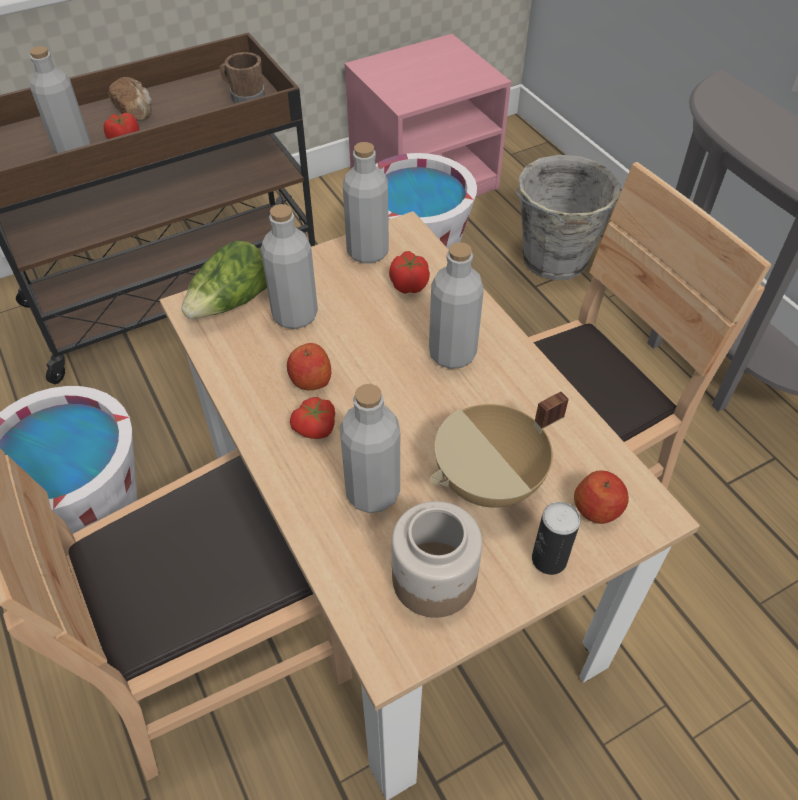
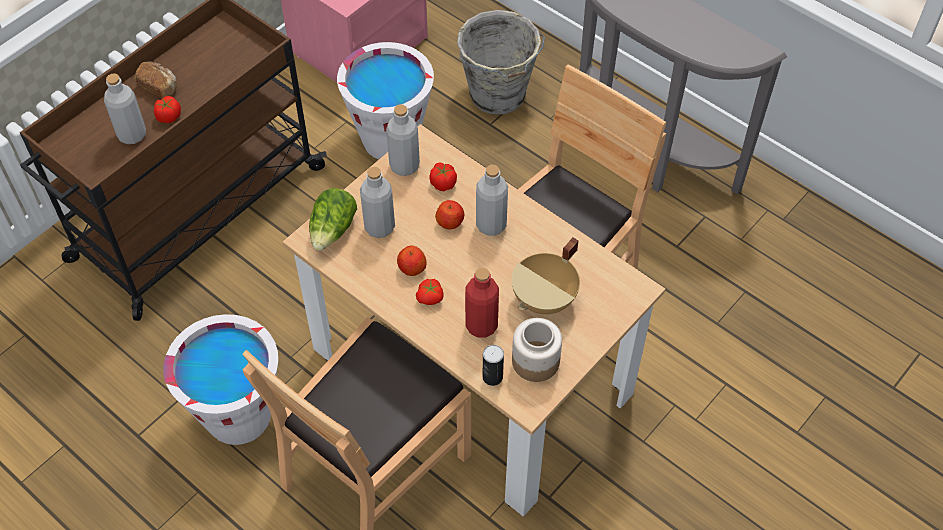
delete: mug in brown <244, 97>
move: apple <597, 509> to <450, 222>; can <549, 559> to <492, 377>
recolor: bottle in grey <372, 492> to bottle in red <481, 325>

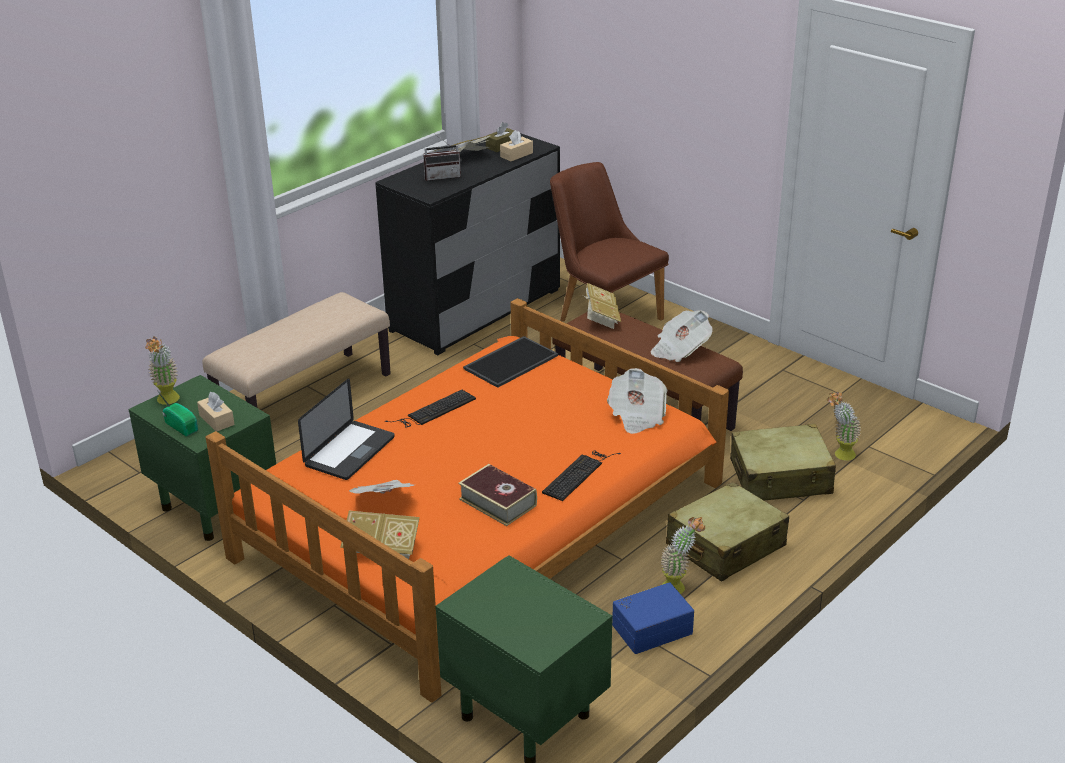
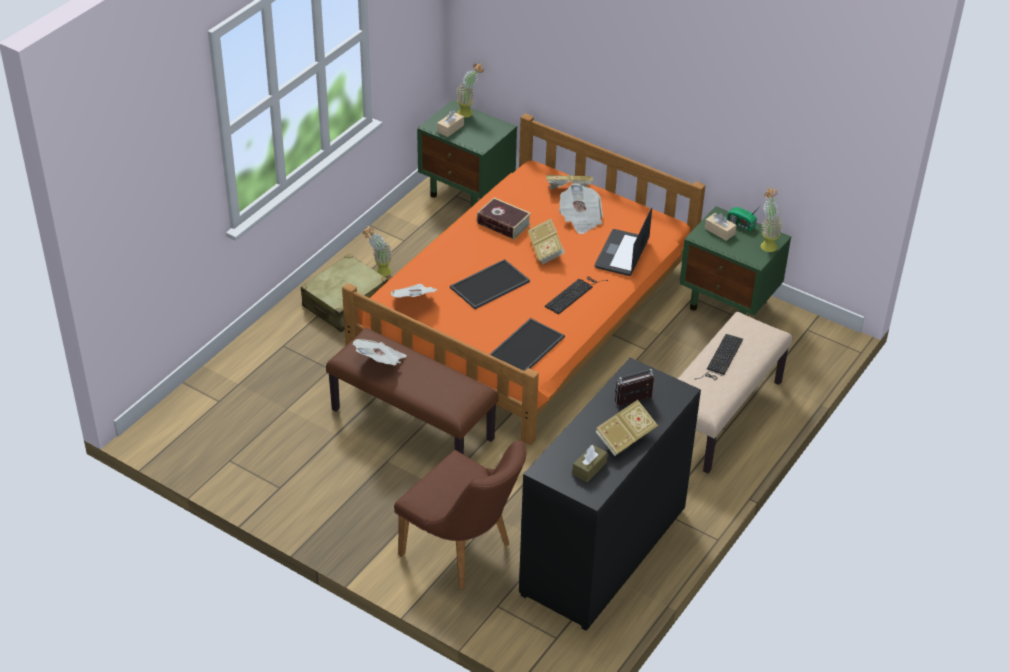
delete: suitcase in beige <781, 477>; storage box in blue <651, 628>
insert: tray <490, 285>
move: tissue box in beige <516, 155> to <450, 128>; book <601, 317> to <546, 250>; potted plant <839, 455> to <469, 112>; keyboard <579, 474> to <721, 359>

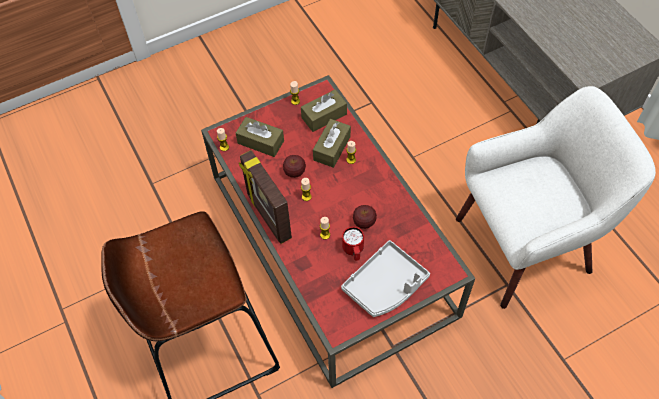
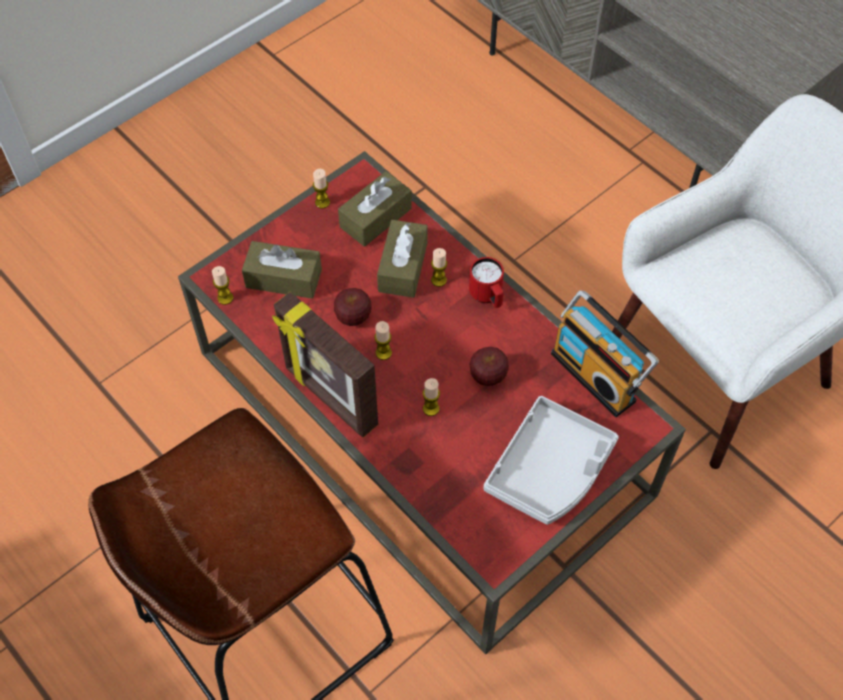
insert: radio <596, 375>
move: mug in red <353, 251> to <487, 297>

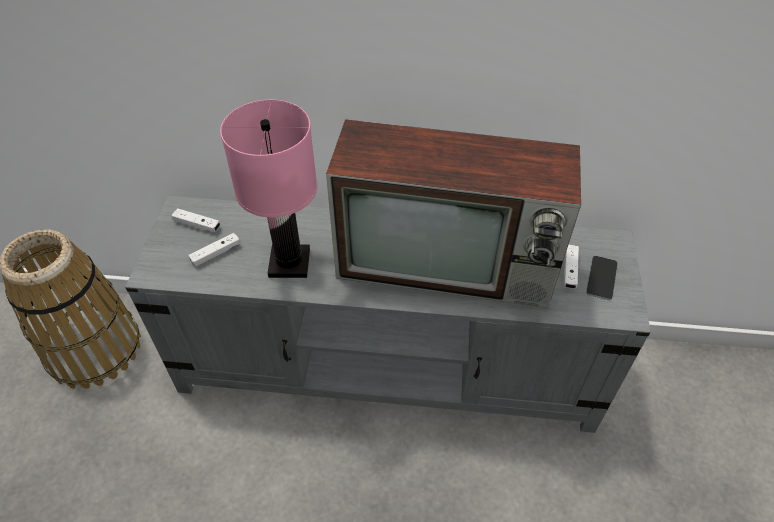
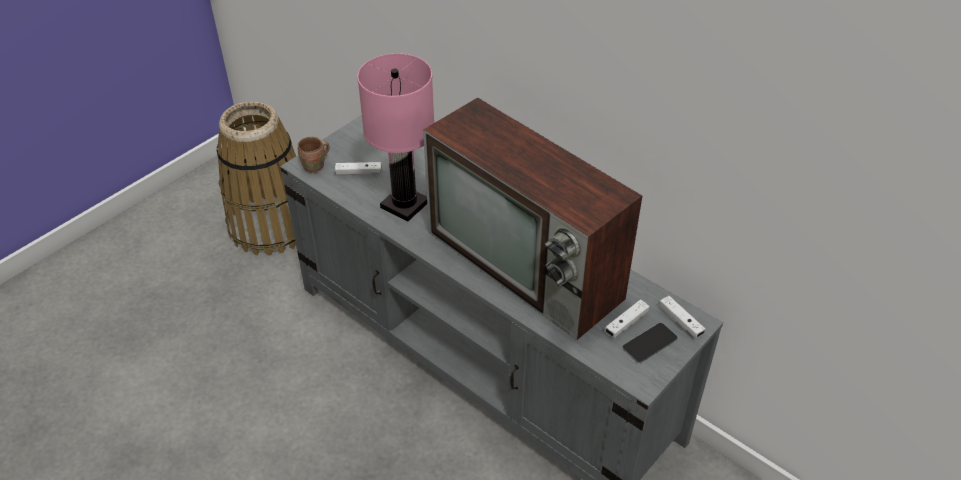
insert: mug in brown <315, 167>
move: game controller in white <197, 225> to <680, 321>

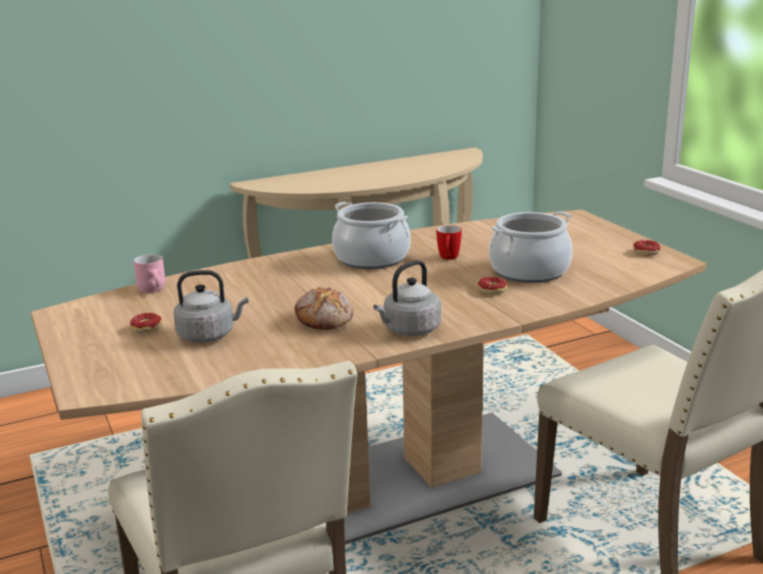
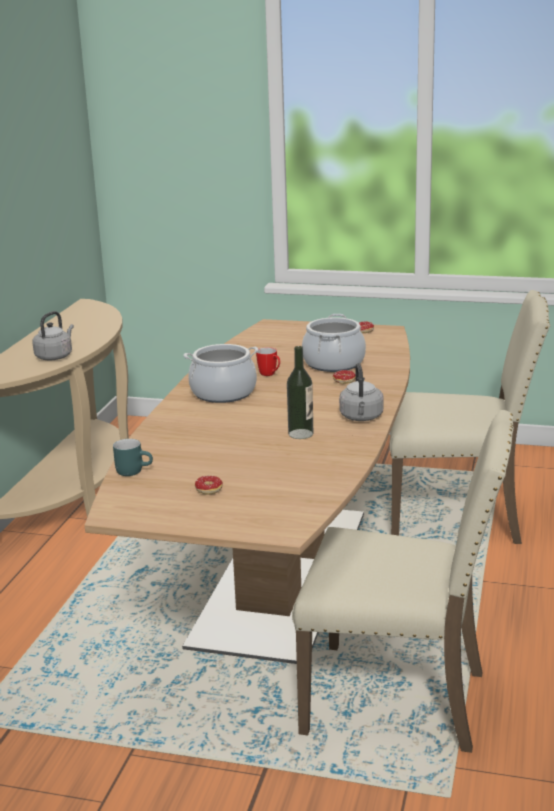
move: kettle in grey <209, 335> to <55, 356>
replace: bread <325, 319> to bottle <300, 434>
recolor: mug in pink <155, 289> to mug in turquoise <134, 470>

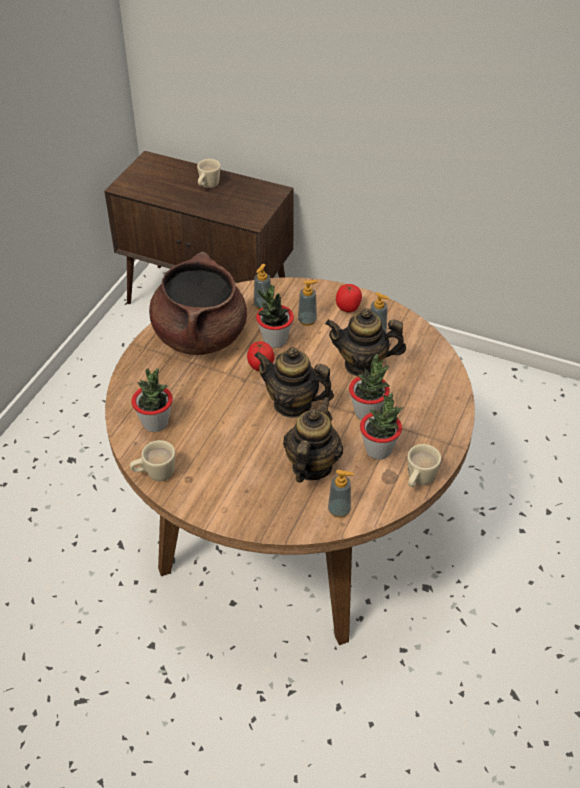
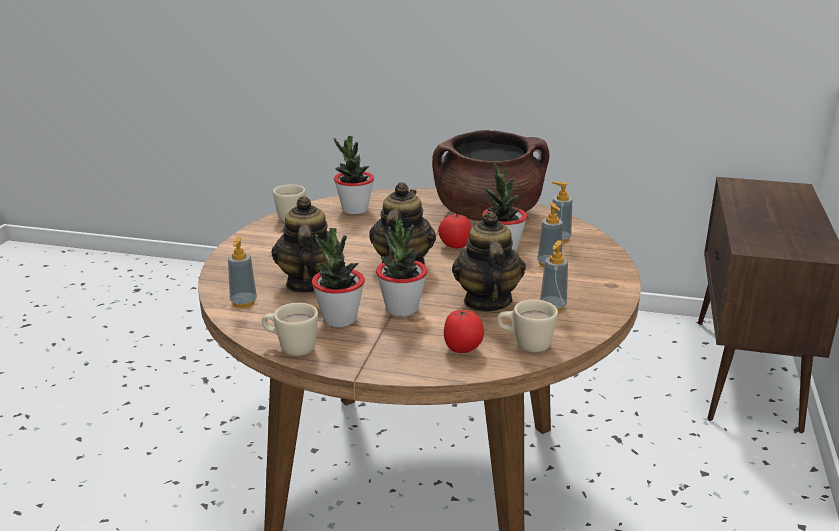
move: mug in beige <207, 186> to <525, 344>; tomato <348, 308> to <463, 349>
rotate: teapot <311, 466> = <308, 283> 105 degrees counterclockwise

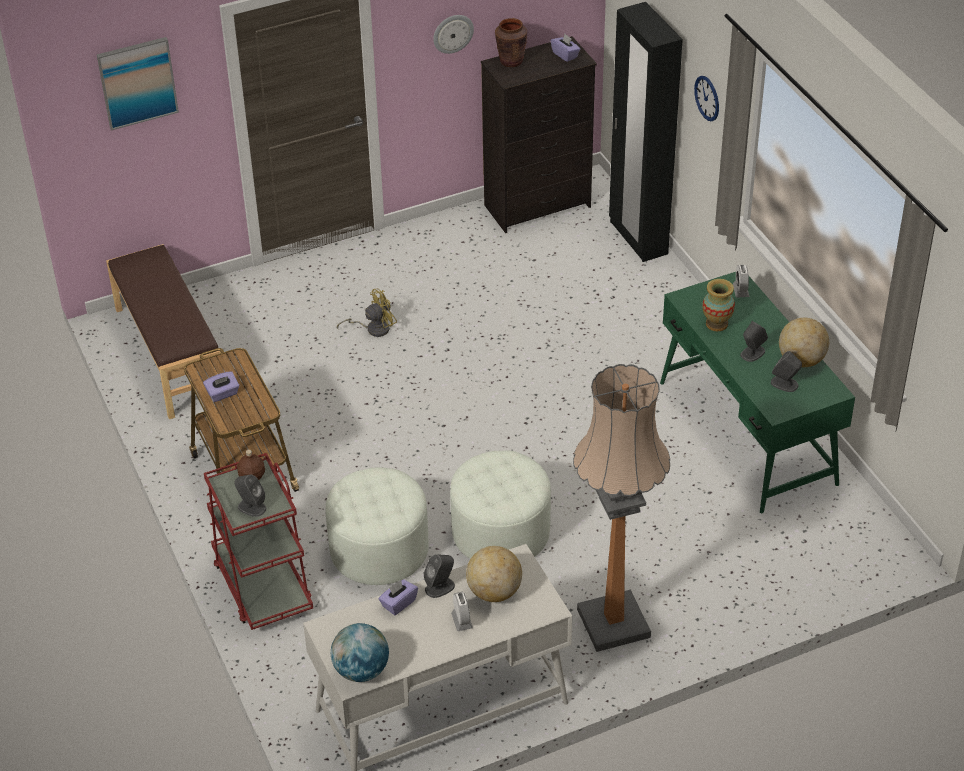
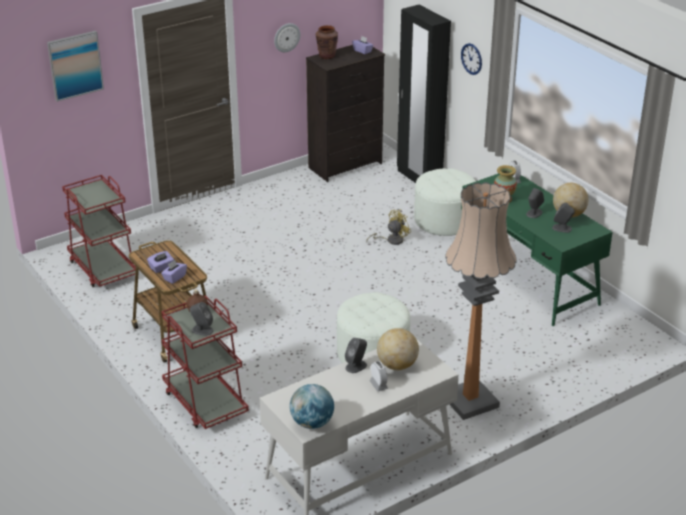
move: fan in yellow <373, 328> to <391, 240>; ottoman in white <379, 549> to <444, 220>; tissue box in purple <398, 603> to <174, 278>
replace: bench in brown <169, 354> to cart in red <103, 269>

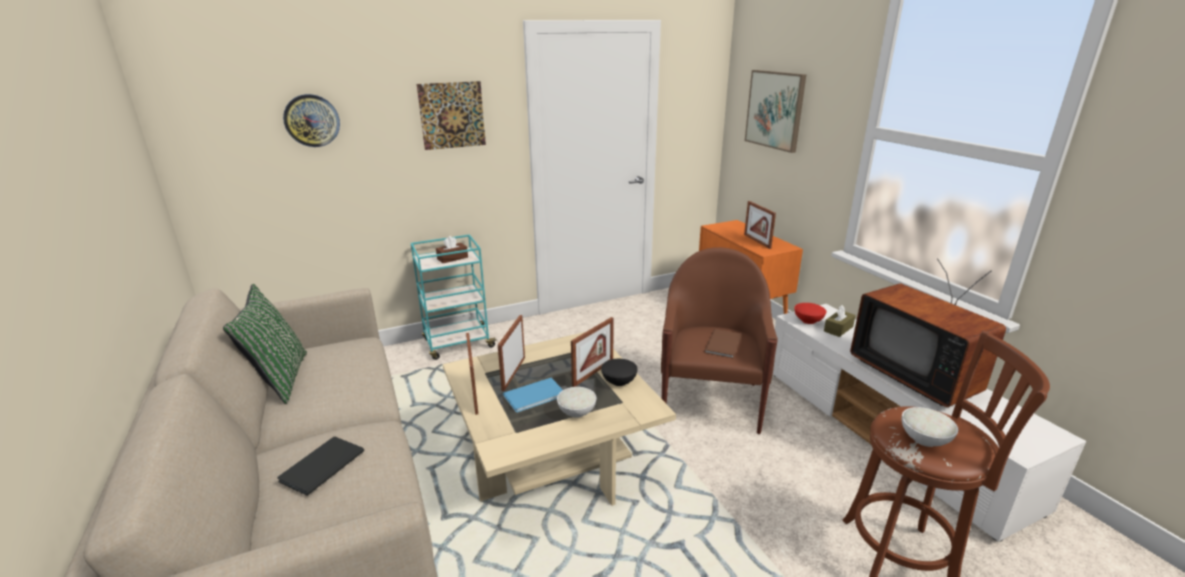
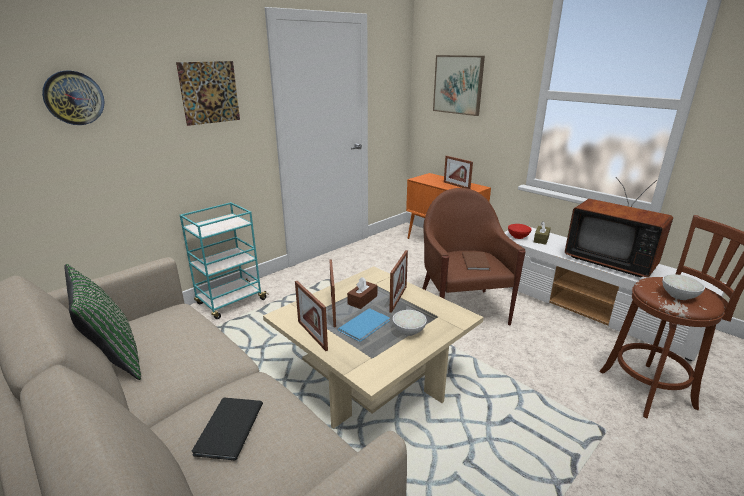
delete: bowl in black <619, 381>
move: tissue box in brown <452, 258> to <362, 300>

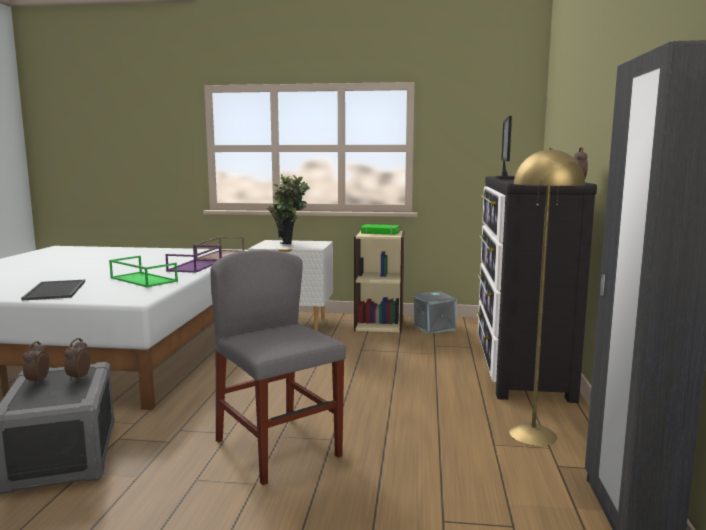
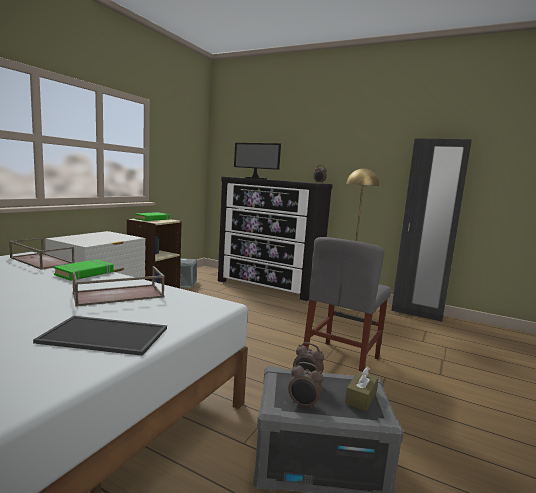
delete: potted plant <288, 246>
insert: tissue box in brown <361, 397>
replace: tray in purple <195, 266> to book in green <85, 273>
recolor: tray in green <142, 279> to tray in brown <118, 295>
rotate: chair in grey <278, 448> = <341, 362> 45 degrees counterclockwise

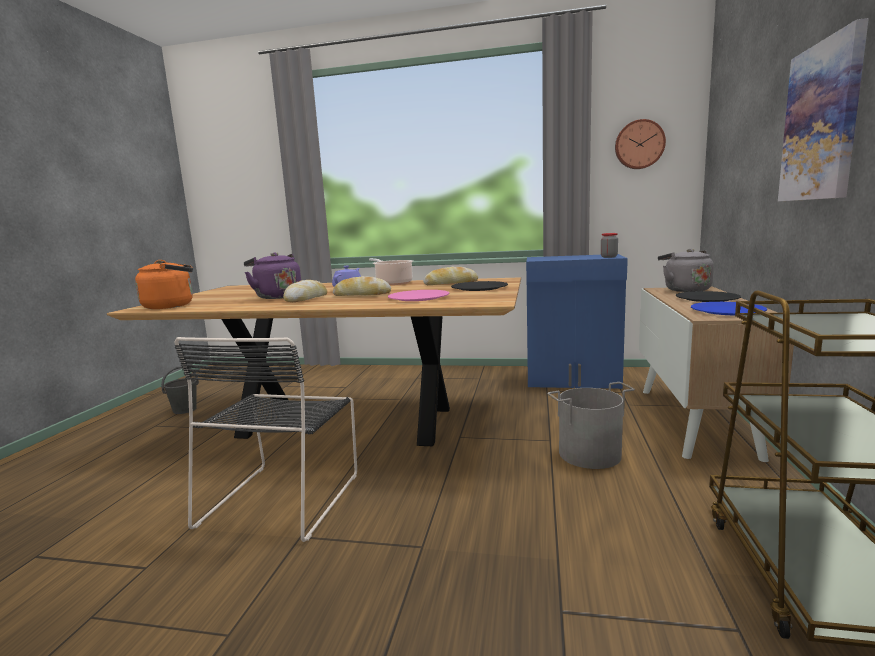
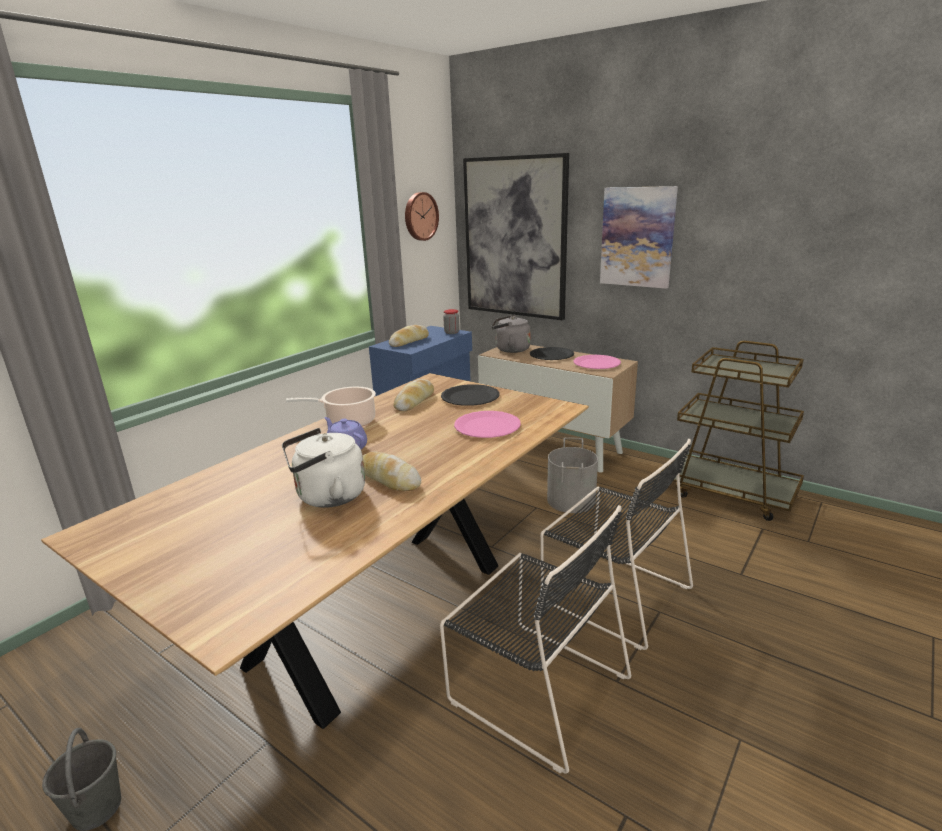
delete: kettle in orange <172, 306>
insert: picture <515, 238>; chair in black <612, 593>
move: bread <362, 295> to <409, 341>
recolor: kettle in purple <277, 296> to kettle in white <327, 497>; plate in blue <727, 310> to plate in pink <596, 363>

